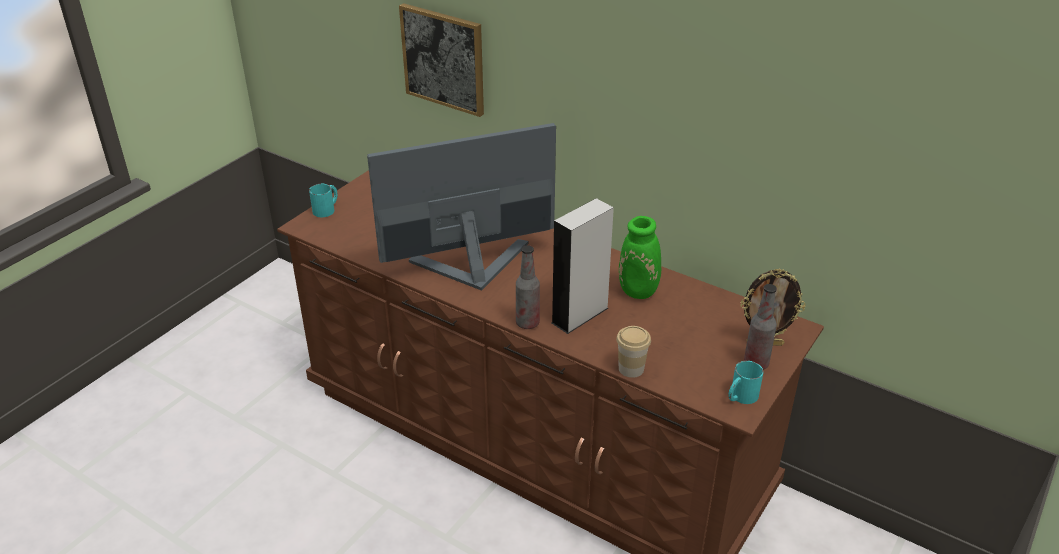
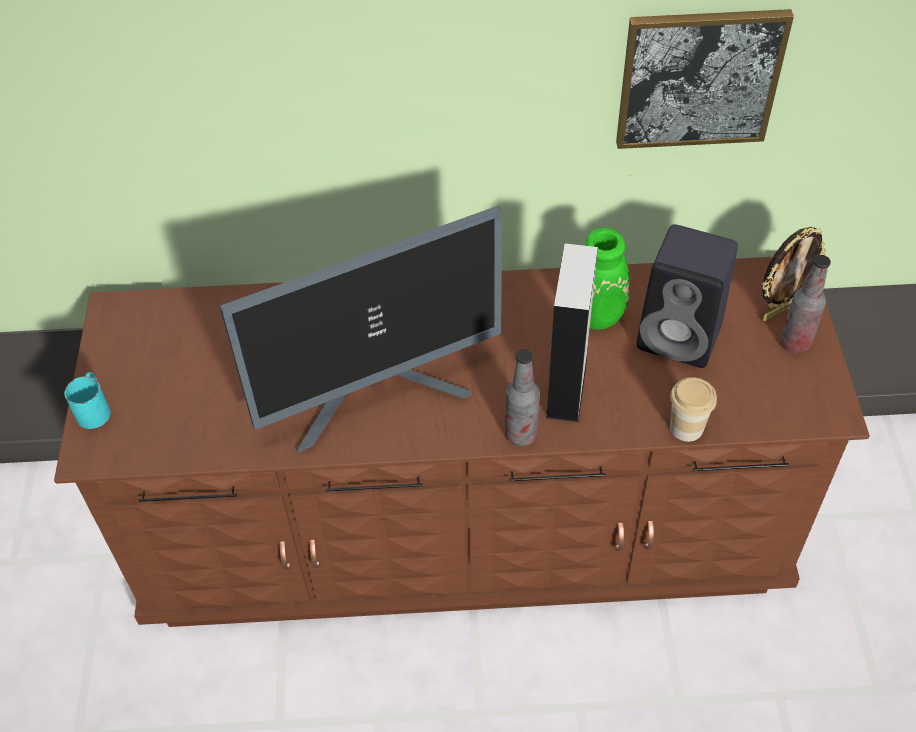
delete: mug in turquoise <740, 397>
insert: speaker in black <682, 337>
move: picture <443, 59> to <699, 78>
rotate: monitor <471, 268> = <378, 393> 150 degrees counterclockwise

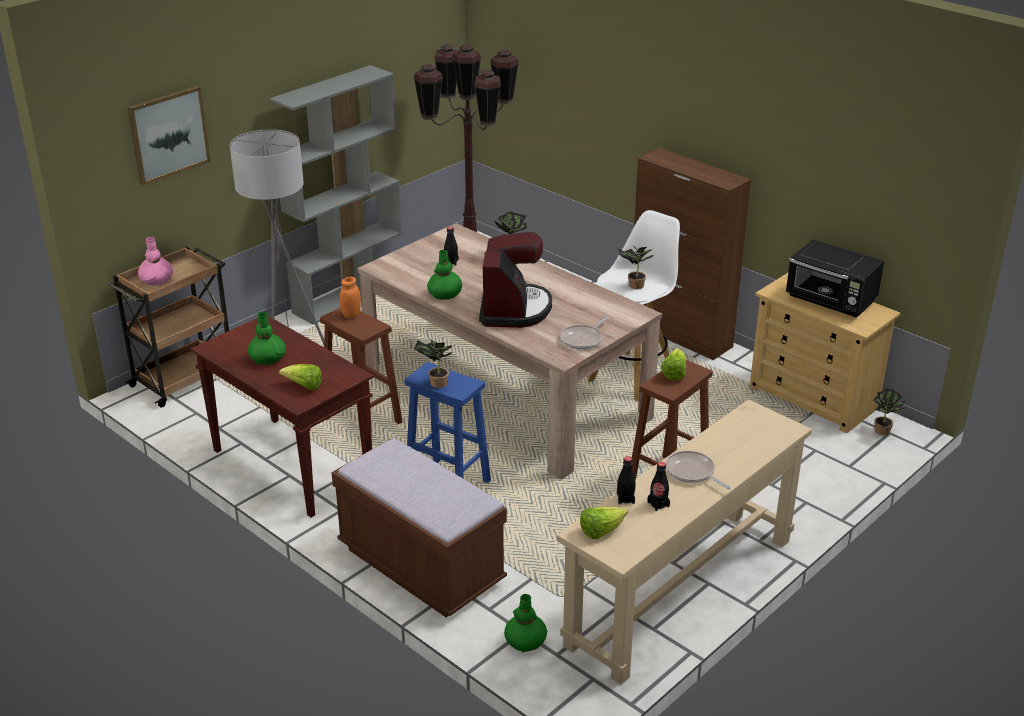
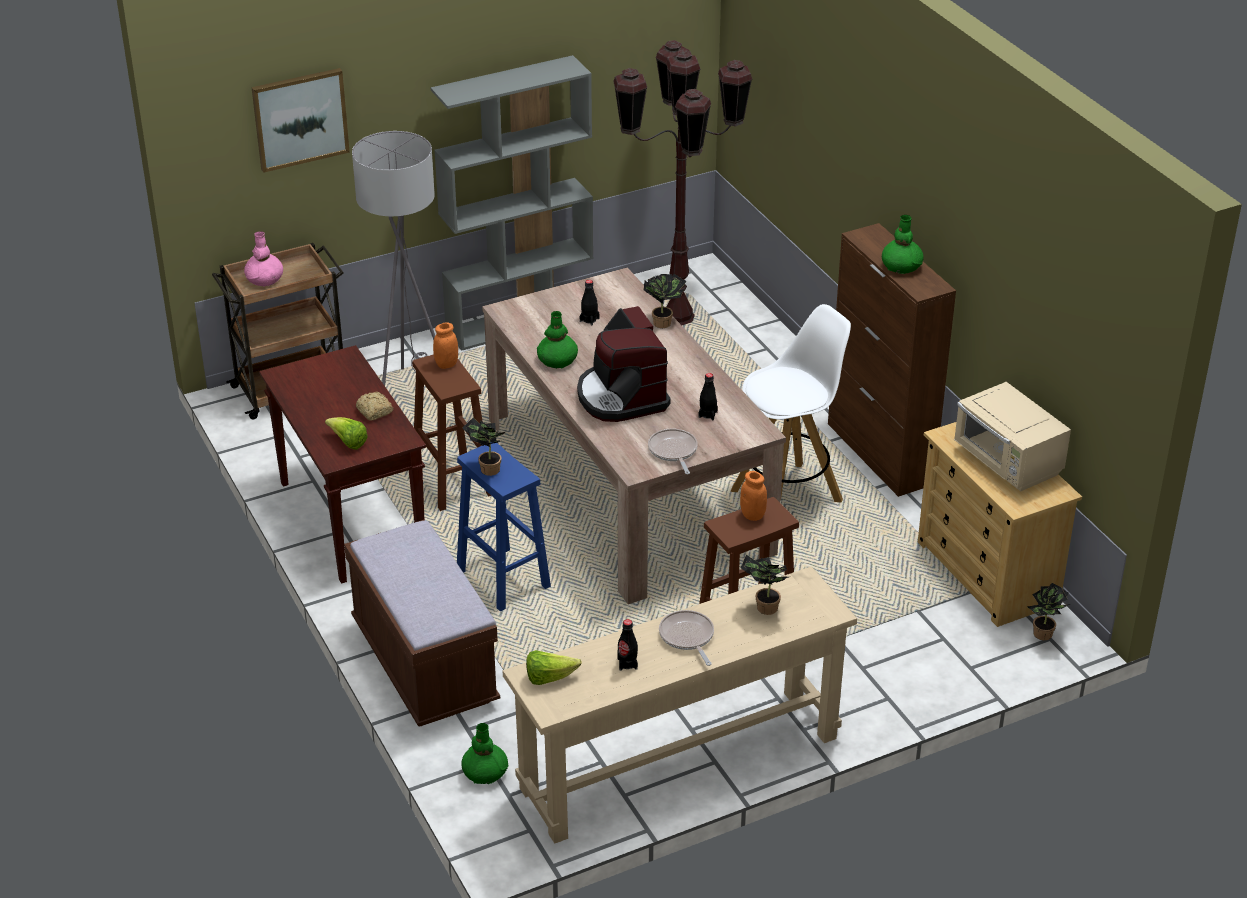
insert: bread <374, 412>
move: potted plant <634, 286> to <764, 608>; vase in green <267, 358> to <901, 266>; bottle in black <625, 499> to <708, 414>
replace: lettuce <674, 373> to jar in orange <752, 515>
recolor: microwave in black <831, 301> to microwave in beige <1007, 463>
rotate: coffee machine <514, 309> = <621, 396> 135 degrees clockwise; frying pan <583, 339> = <673, 451> 105 degrees clockwise

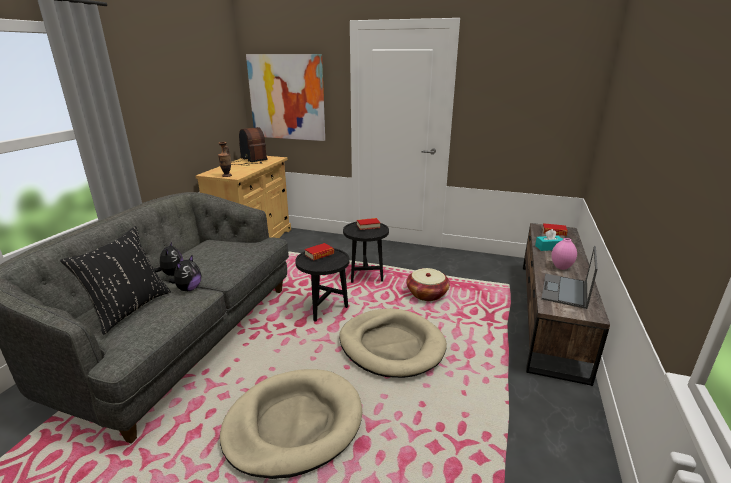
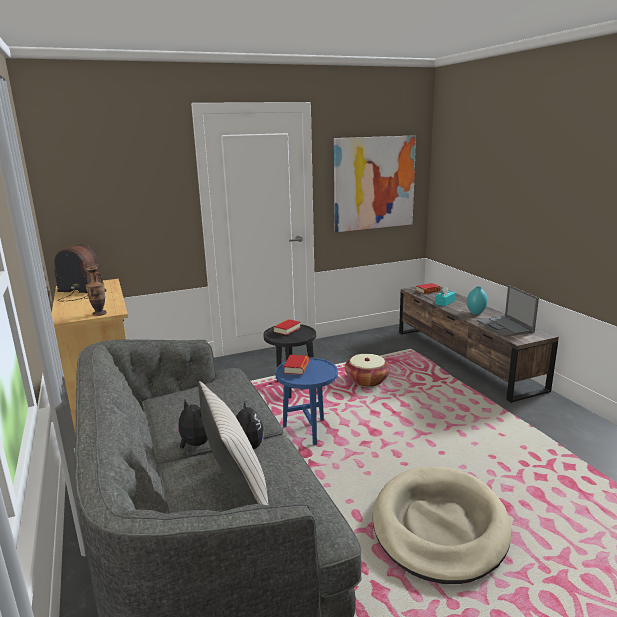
delete: dog bed in beige <391, 345>
move: picture <287, 97> to <374, 183>
recolor: pillow in black <129, 309> to pillow in beige <236, 492>; vase in pink <561, 267> to vase in turquoise <476, 313>; side table in black <324, 311> to side table in blue <308, 432>

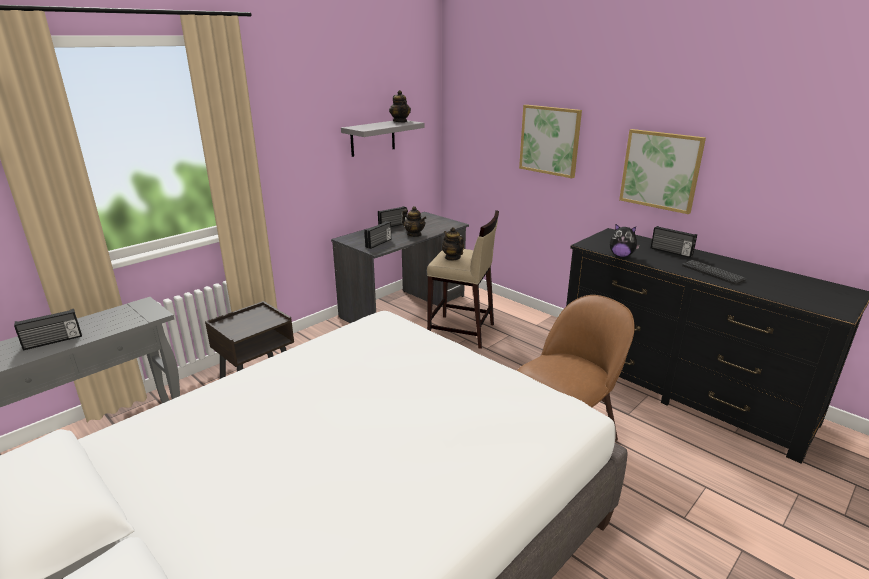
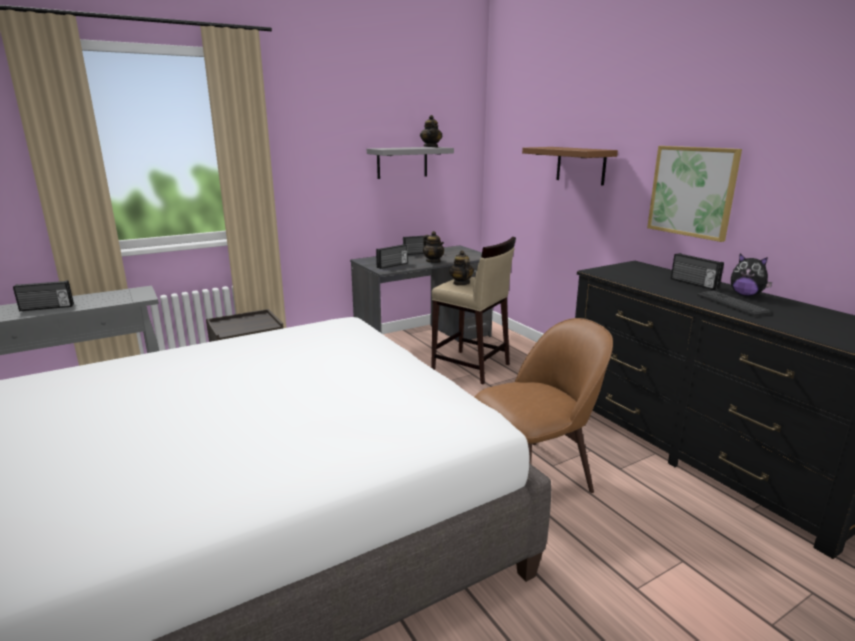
move: plush toy <621, 255> to <746, 295>
replace: picture <550, 140> to shelf in brown <580, 165>

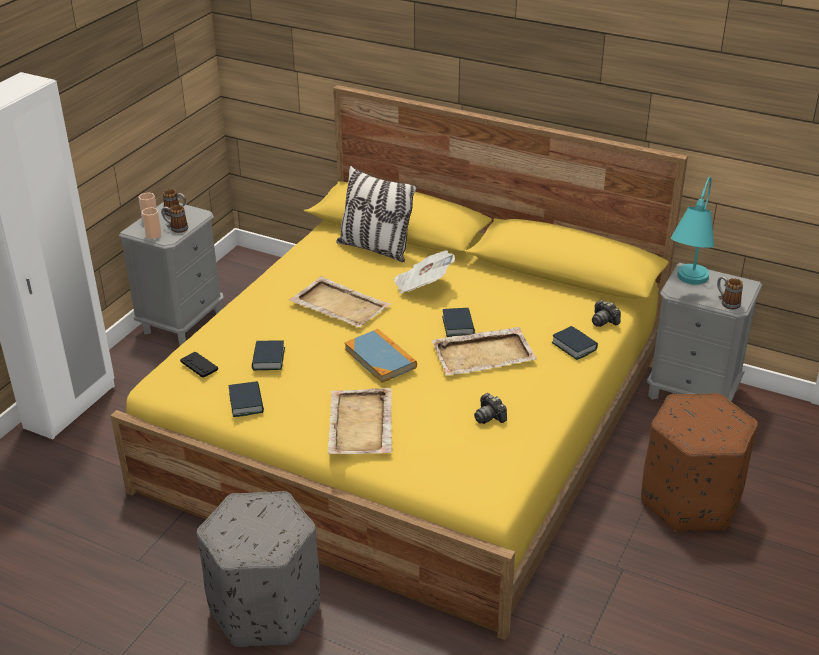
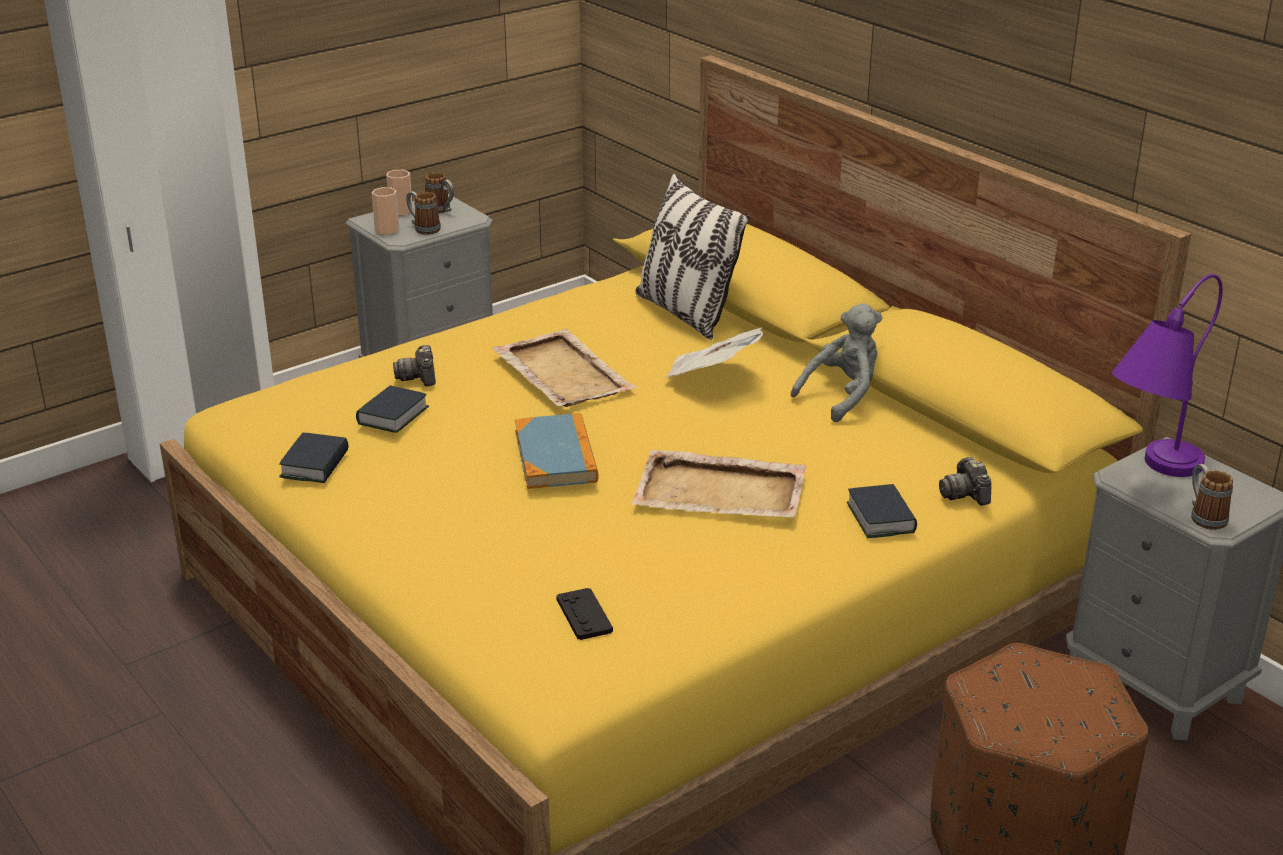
delete: book <458, 326>; tray in beige <360, 425>; ottoman in grey <266, 608>
insert: plush toy in grey <843, 397>
move: game controller in black <199, 365> to <584, 615>; photo camera <489, 416> to <419, 377>
recolor: table lamp in turquoise <687, 286> to table lamp in purple <1149, 474>

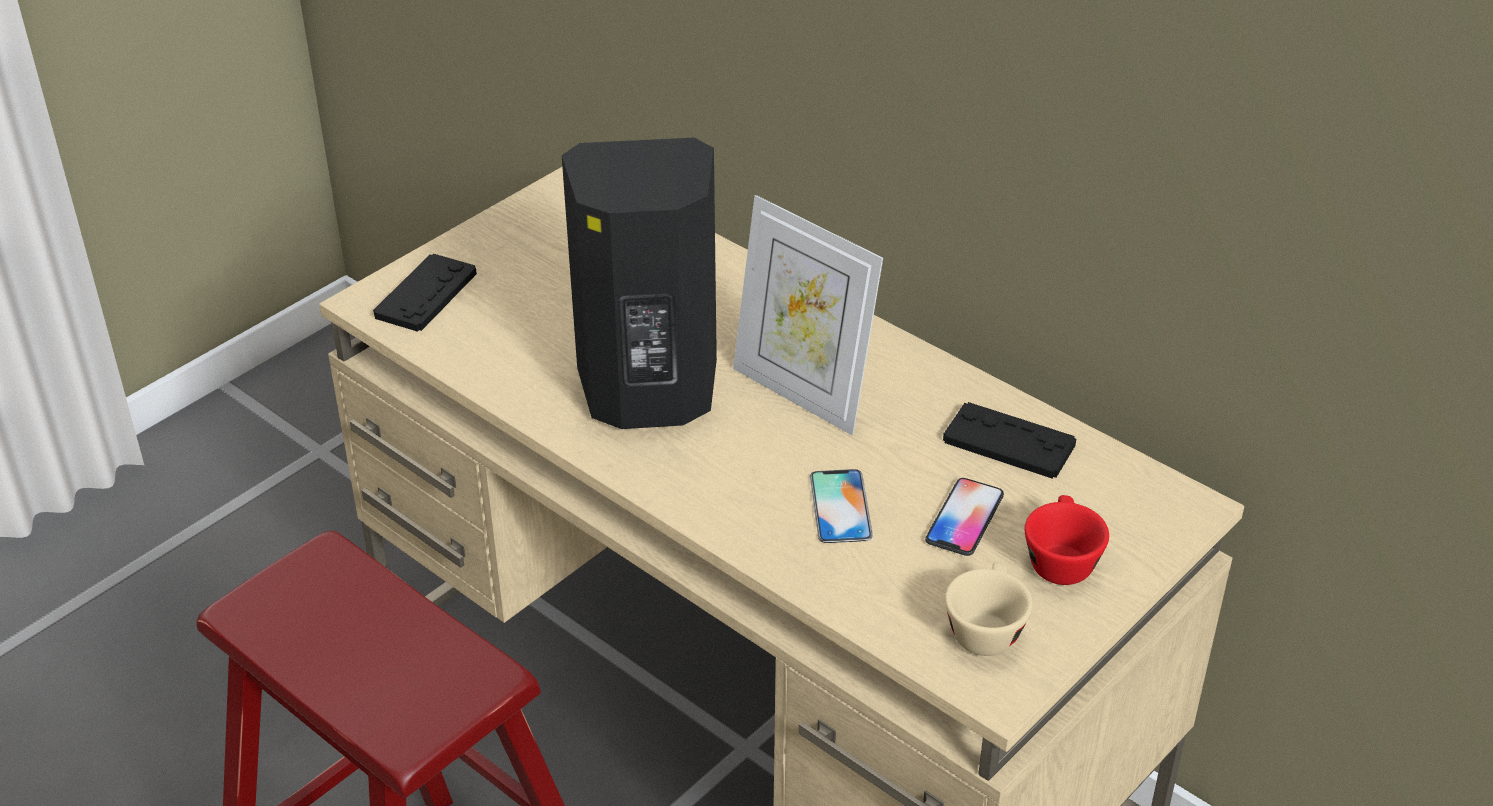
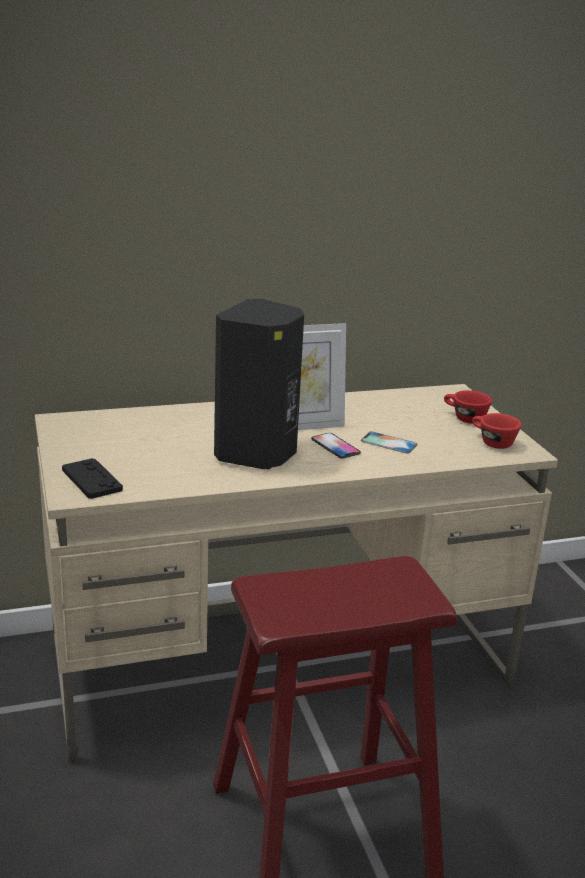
delete: game controller in black <1009, 443>
move: phone <964, 518> to <335, 447>
recolor: cup in beige <985, 627> to cup in red <491, 442>

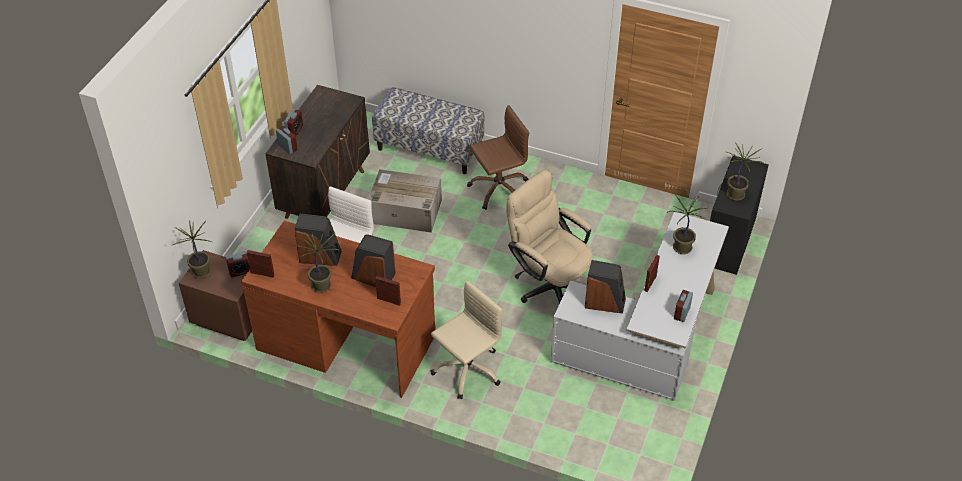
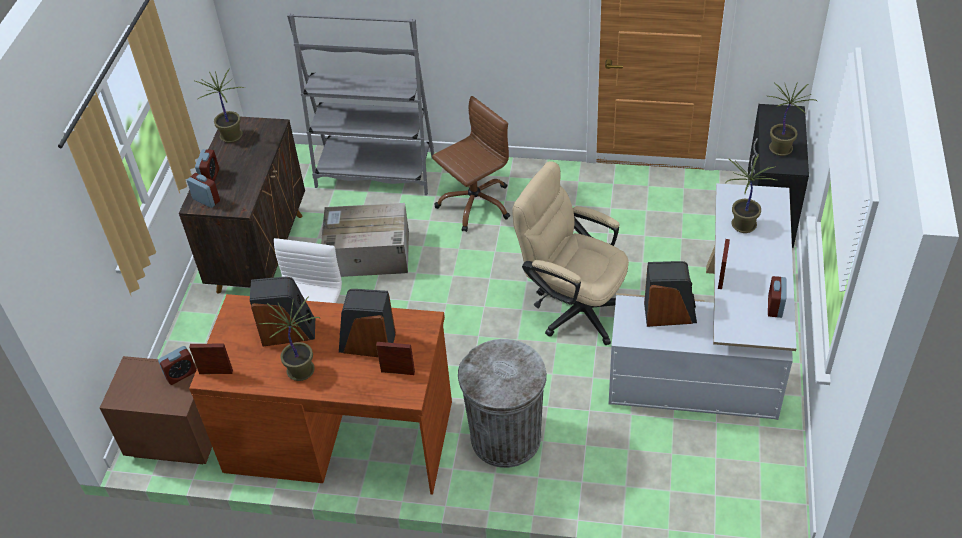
move: potted plant <201, 272> to <232, 137>
replace: bench <429, 148> to bookcase in grey <375, 172>; office chair in beige <467, 370> to trash can in grey <506, 438>

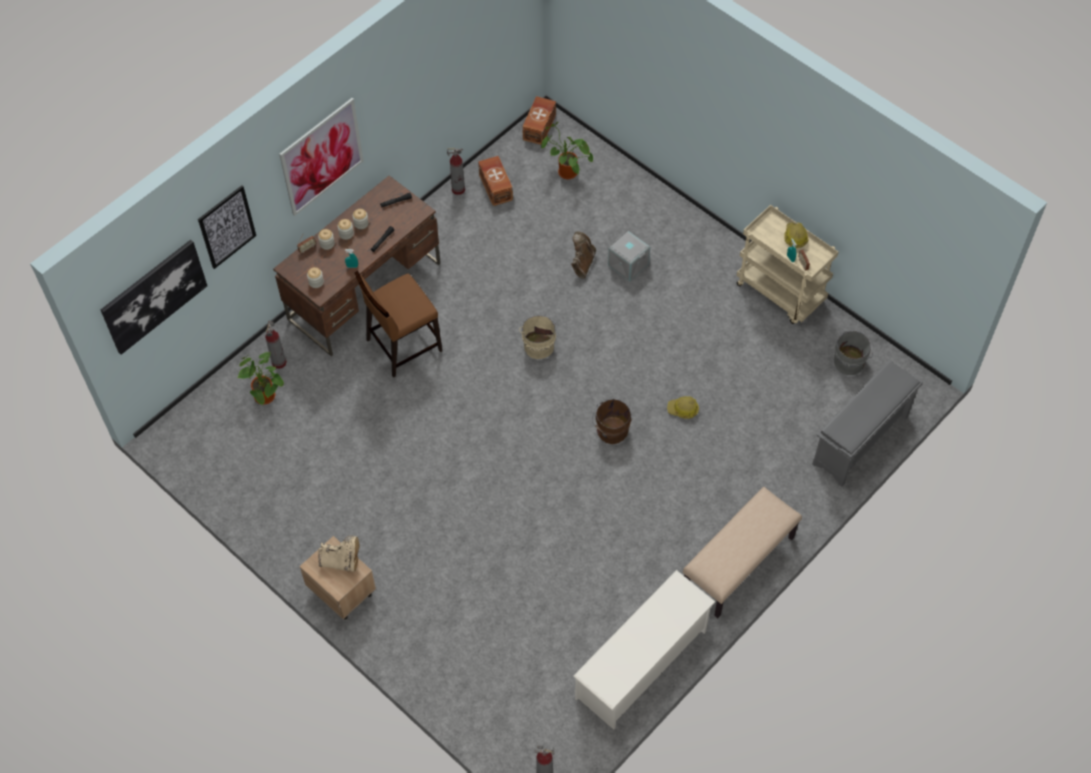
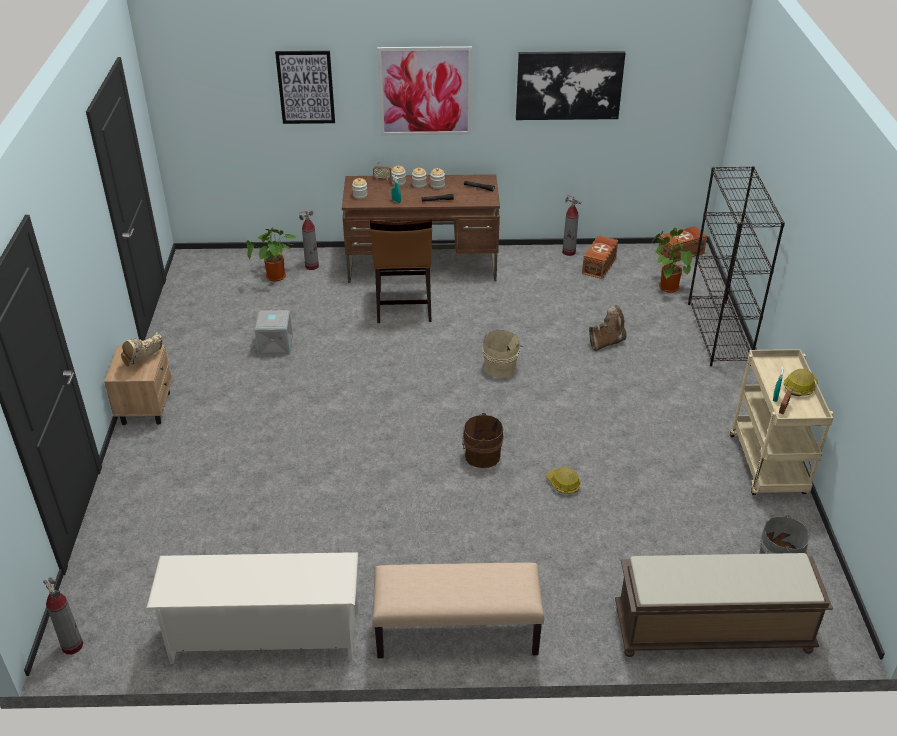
insert: bookcase in black <719, 333>
move: storage box in grey <627, 265> to <274, 345>; picture <154, 296> to <569, 85>
replace: shoe rack in grey <860, 441> to bench in brown <711, 631>
rotate: chair in brown <403, 345> = <403, 306> 105 degrees counterclockwise; boot in beige <341, 562> = <144, 361> 75 degrees clockwise

